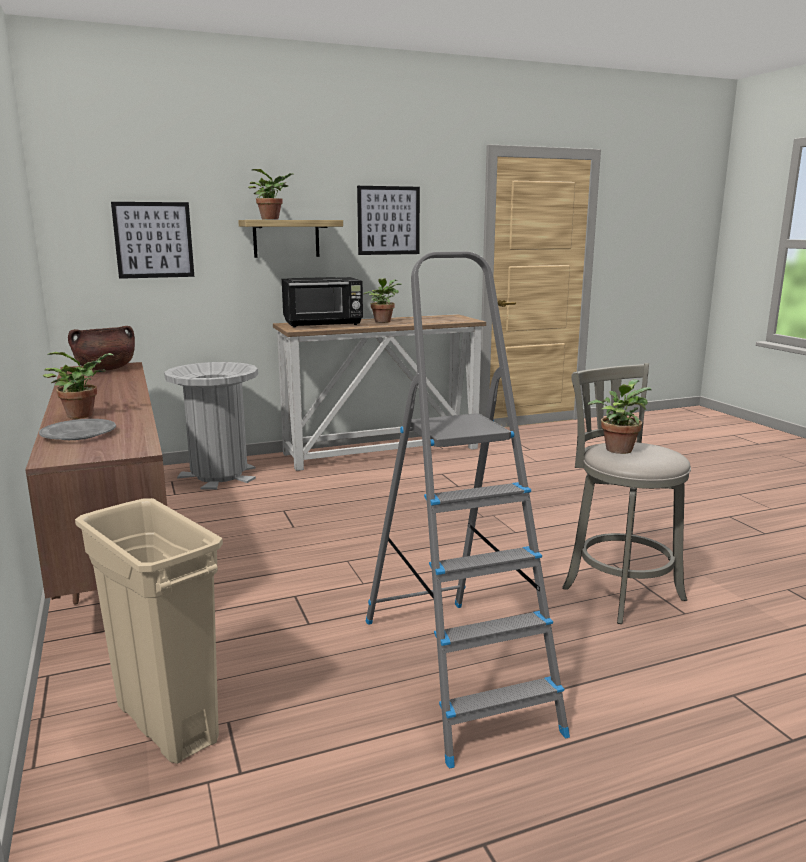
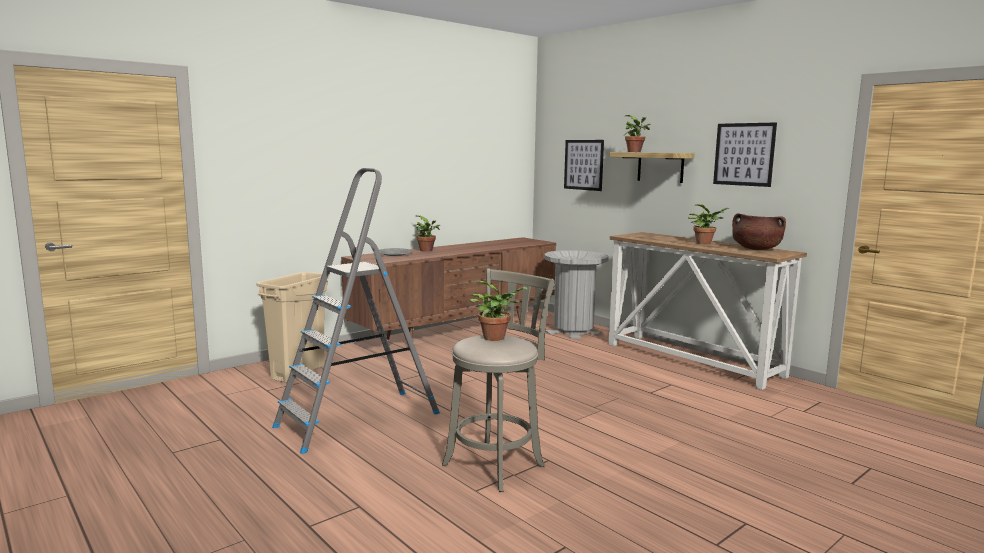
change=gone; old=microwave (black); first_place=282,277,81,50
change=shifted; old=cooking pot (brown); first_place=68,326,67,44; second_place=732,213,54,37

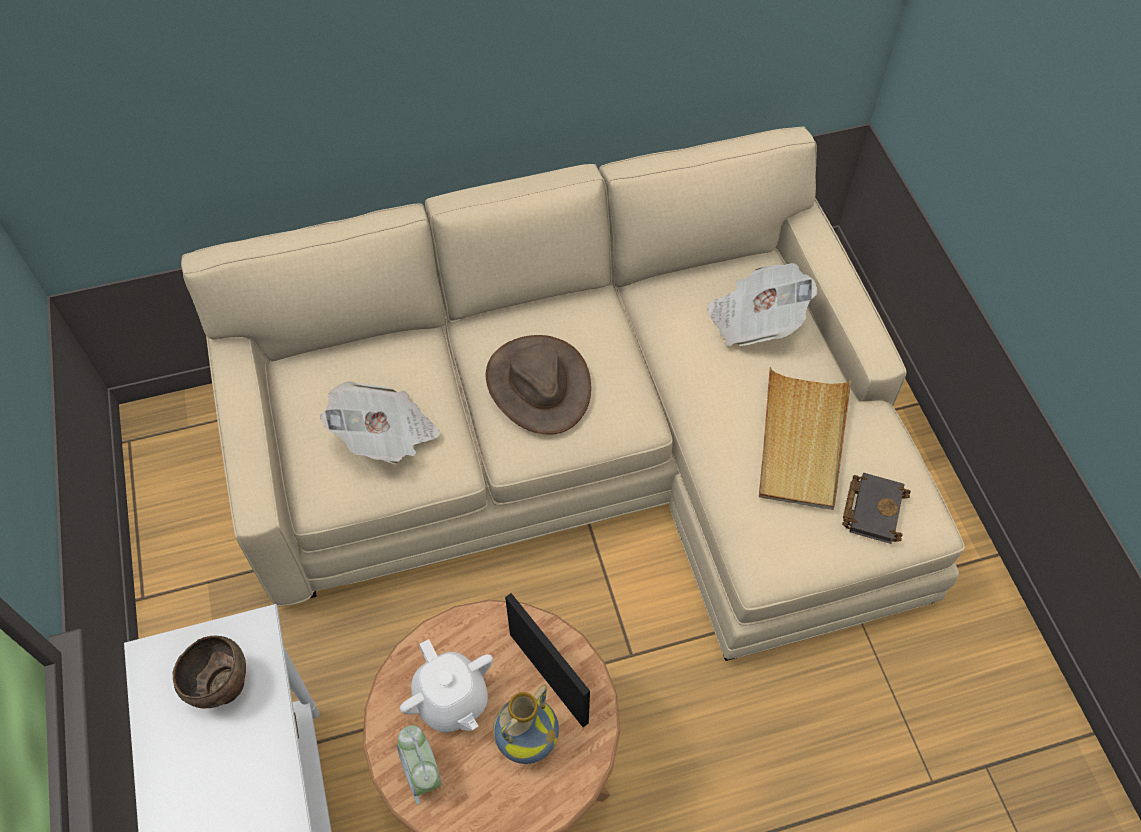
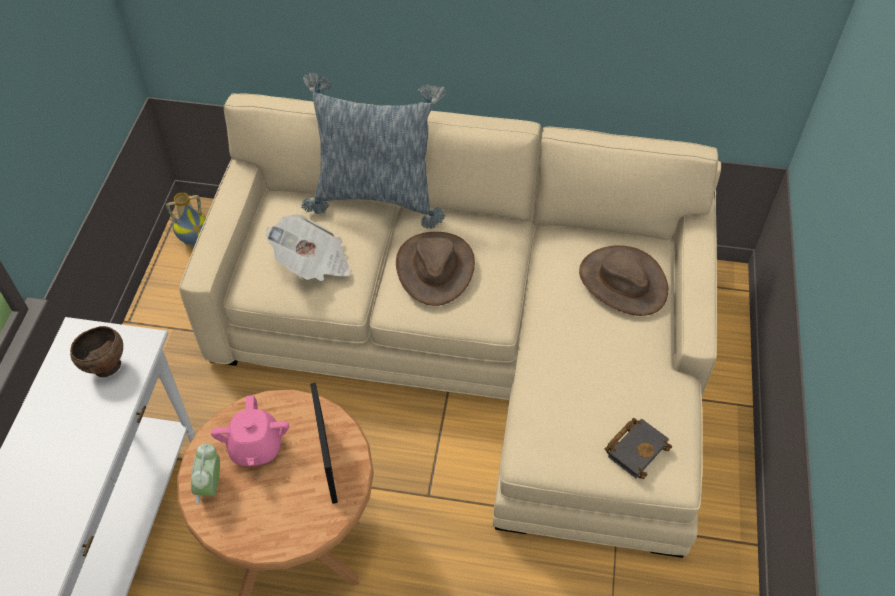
change=swapped; old=newspaper; new=hat (brown); first_place=707,263,110,84; second_place=579,246,89,70
change=gone; old=tray (beige); first_place=759,367,92,143
change=repainted; old=teapot (white); new=teapot (pink); first_place=400,639,93,93; second_place=211,395,78,72
change=shifted; old=vase; first_place=493,684,66,80; second_place=166,193,41,54
change=new; new=pillow; second_place=300,72,146,157

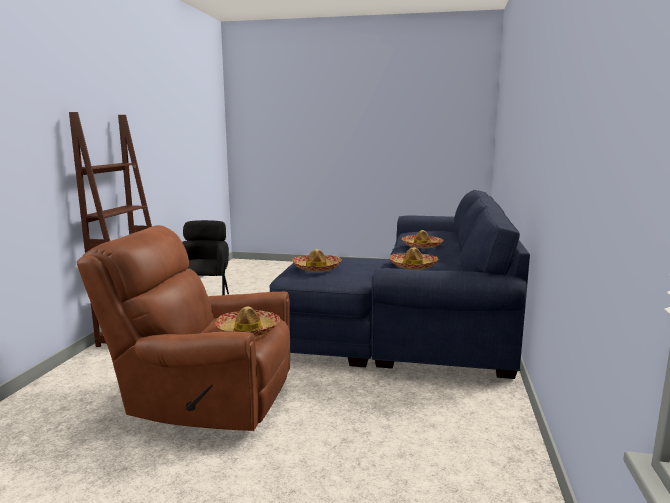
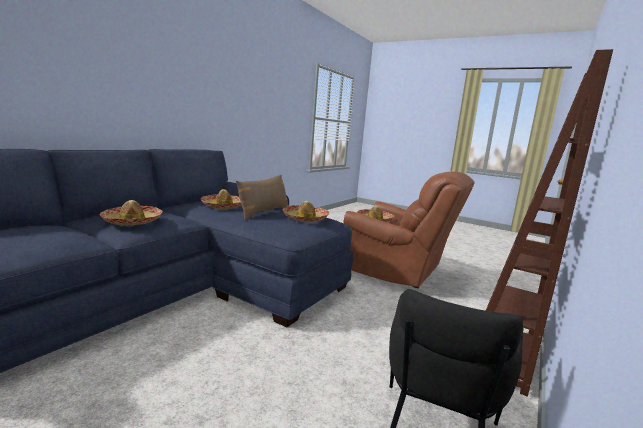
change=new; new=pillow (brown); second_place=236,175,53,45

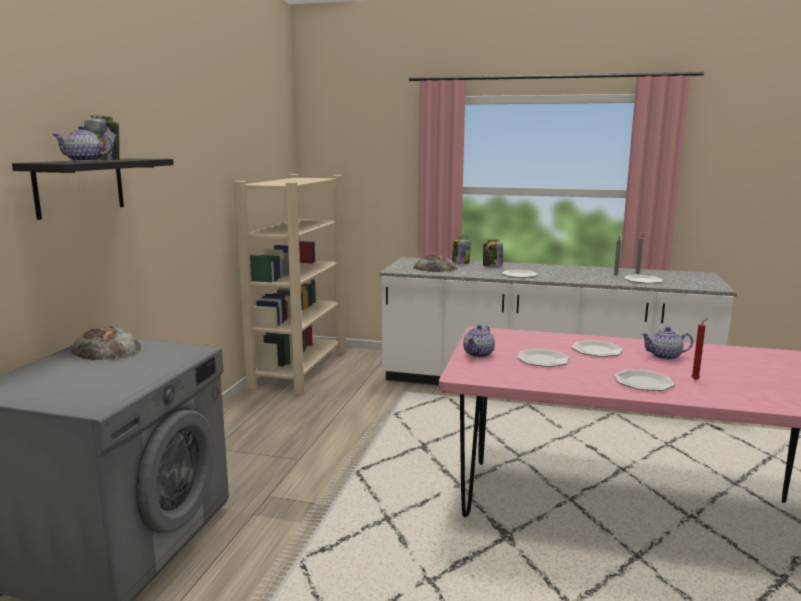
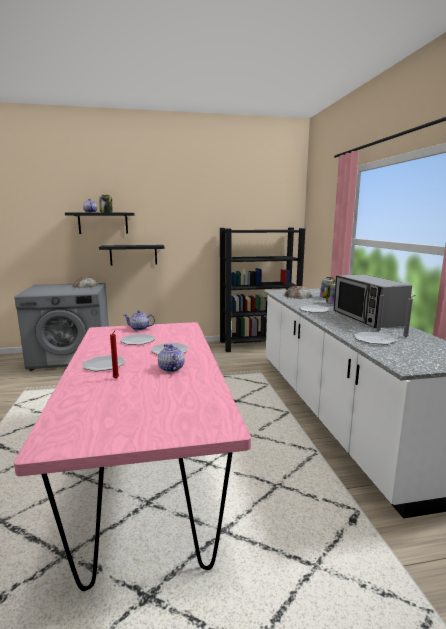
change=repainted; old=bookcase (beige); new=bookcase (black); first_place=234,174,111,221; second_place=220,228,85,124
change=new; new=shelf (black); second_place=99,245,66,20
change=new; new=microwave; second_place=334,274,78,54

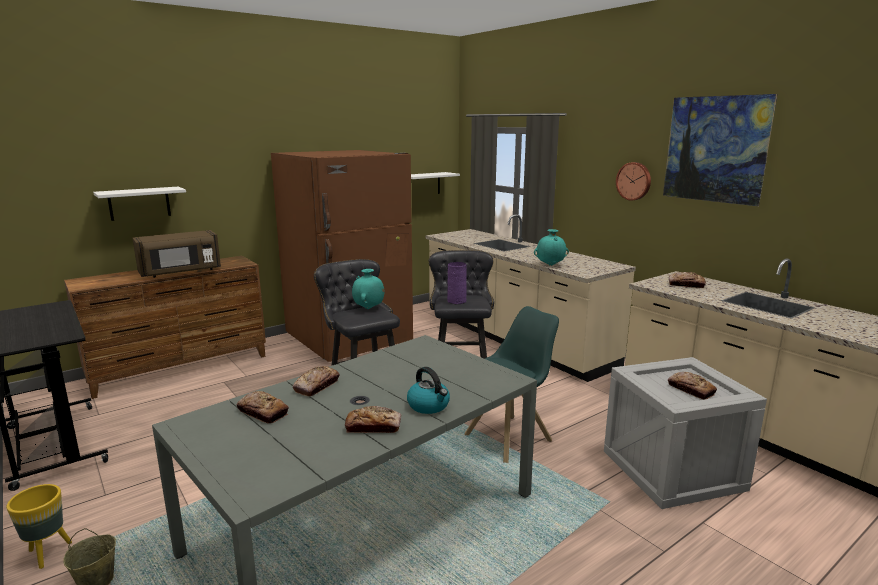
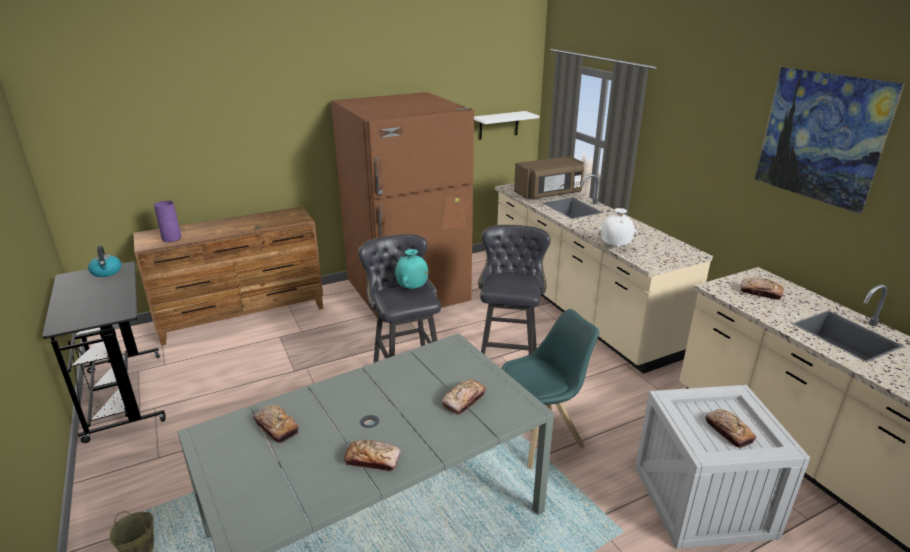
change=gone; old=wall clock; first_place=616,162,35,39
change=gone; old=shelf (white); first_place=93,187,93,34
change=repainted; old=vase (turquoise); new=vase (white); first_place=534,229,35,37; second_place=598,208,39,39
change=shifted; old=microwave (brown); first_place=132,230,89,48; second_place=514,156,70,43
change=shifted; old=vase (purple); first_place=447,262,20,42; second_place=154,201,28,41
change=shifted; old=bread; first_place=293,366,47,30; second_place=442,379,44,35
change=shifted; old=kettle; first_place=407,367,43,47; second_place=88,246,33,31
change=gone; old=planter (yellow); first_place=6,484,66,85

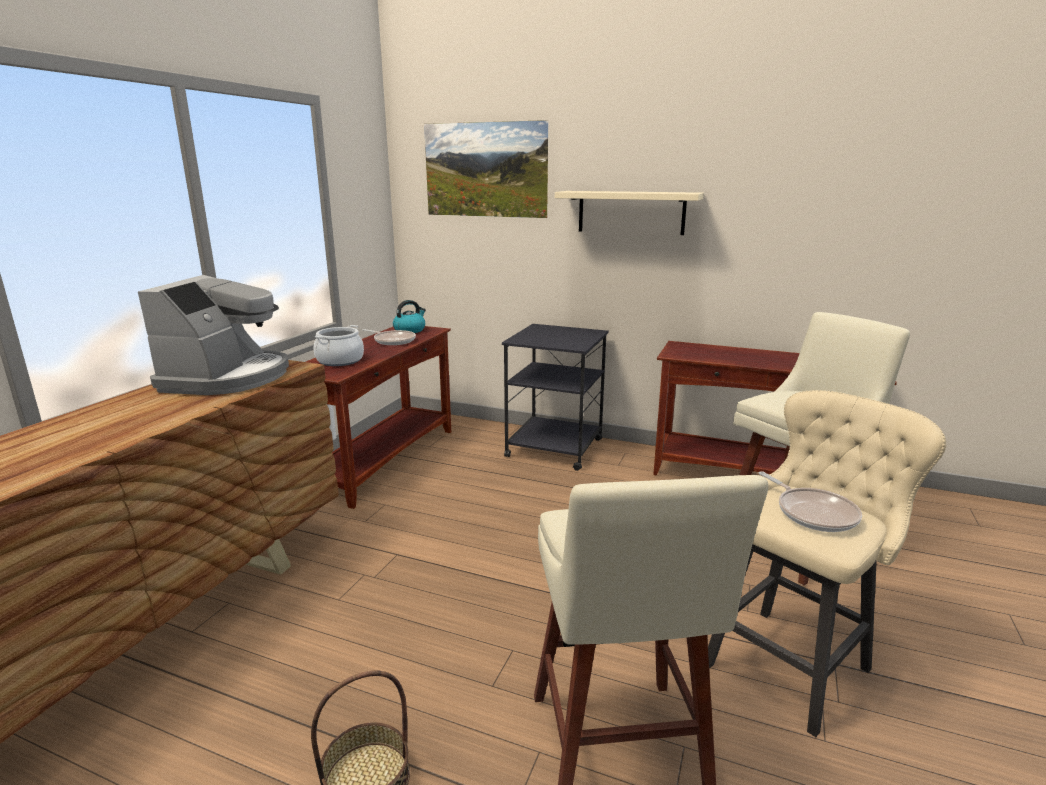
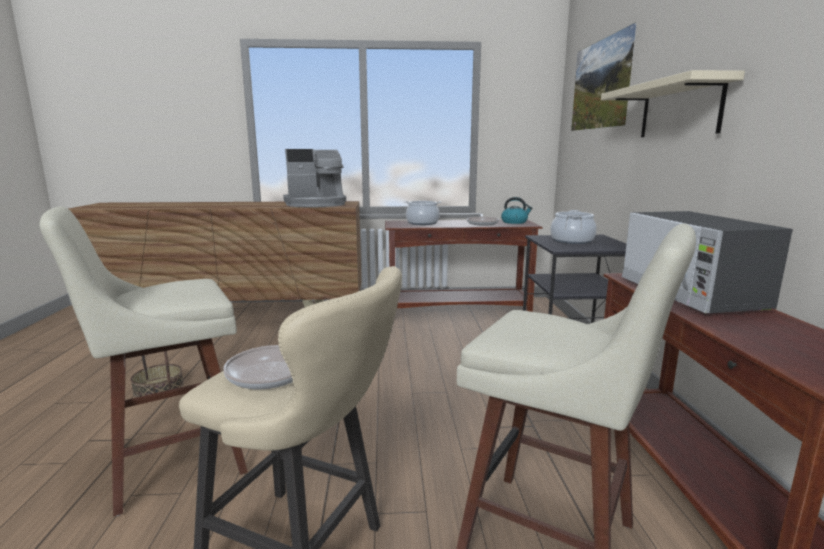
change=new; new=cooking pot; second_place=550,210,47,34
change=new; new=microwave; second_place=622,211,171,102

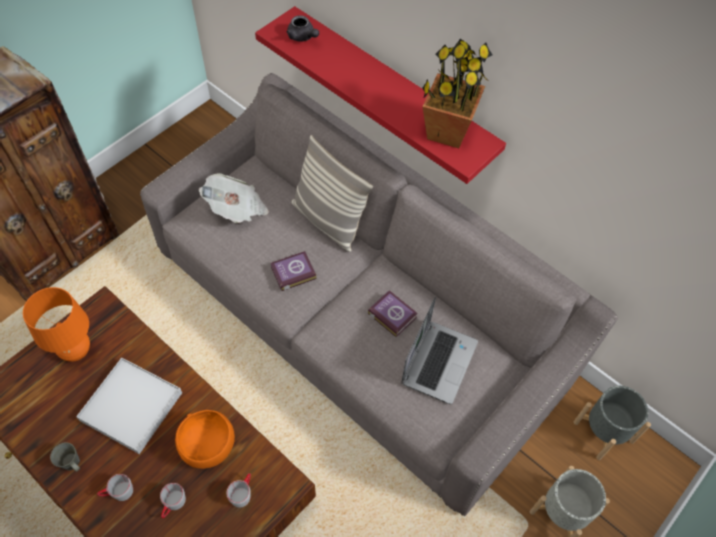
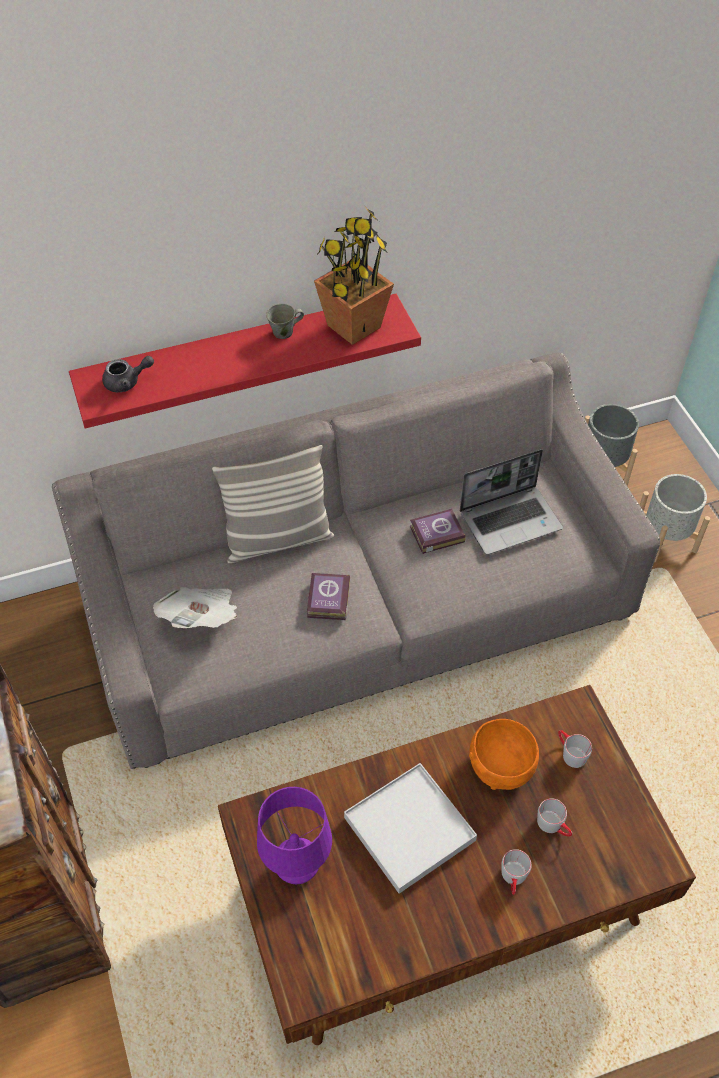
change=repainted; old=table lamp (orange); new=table lamp (purple); first_place=23,287,67,75; second_place=257,787,75,97
change=rotated; old=laptop; first_place=401,297,77,107; second_place=460,449,103,106; degrees=105
change=shifted; old=mug (grey); first_place=50,442,30,30; second_place=266,304,38,35

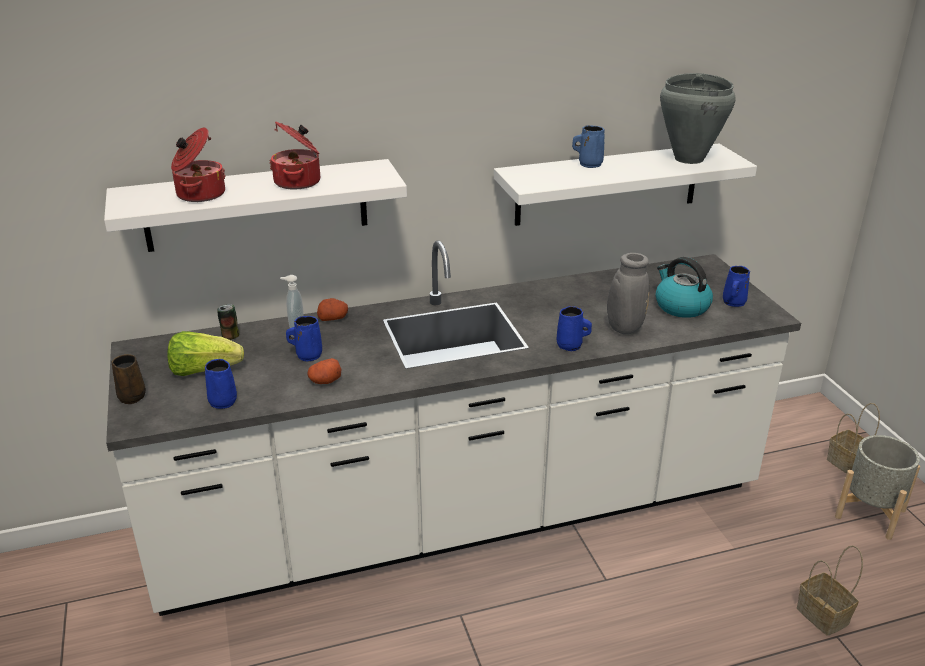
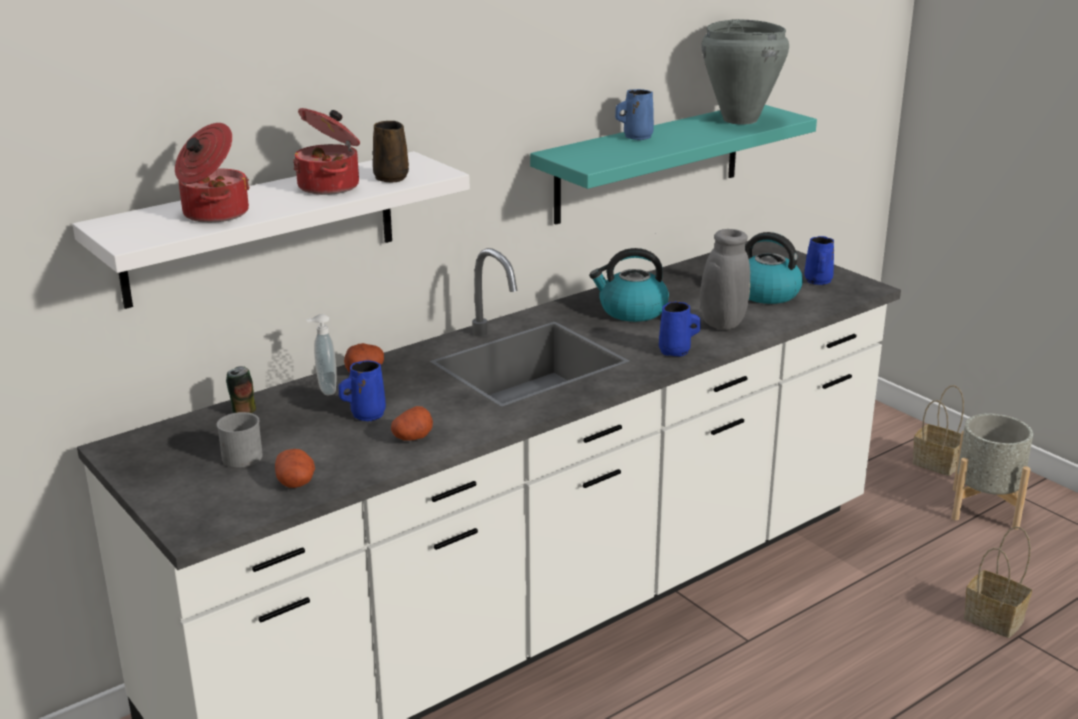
change=repainted; old=shelf (white); new=shelf (turquoise); first_place=494,143,263,83; second_place=530,105,287,120
change=swapped; old=lettuce; new=mug (grey); first_place=167,331,77,45; second_place=217,412,46,56
change=shifted; old=mug (brown); first_place=111,354,35,50; second_place=373,121,36,61
change=swapped; old=mug (blue); new=potato; first_place=205,359,32,50; second_place=275,449,40,39
change=new; new=kettle; second_place=589,248,80,74

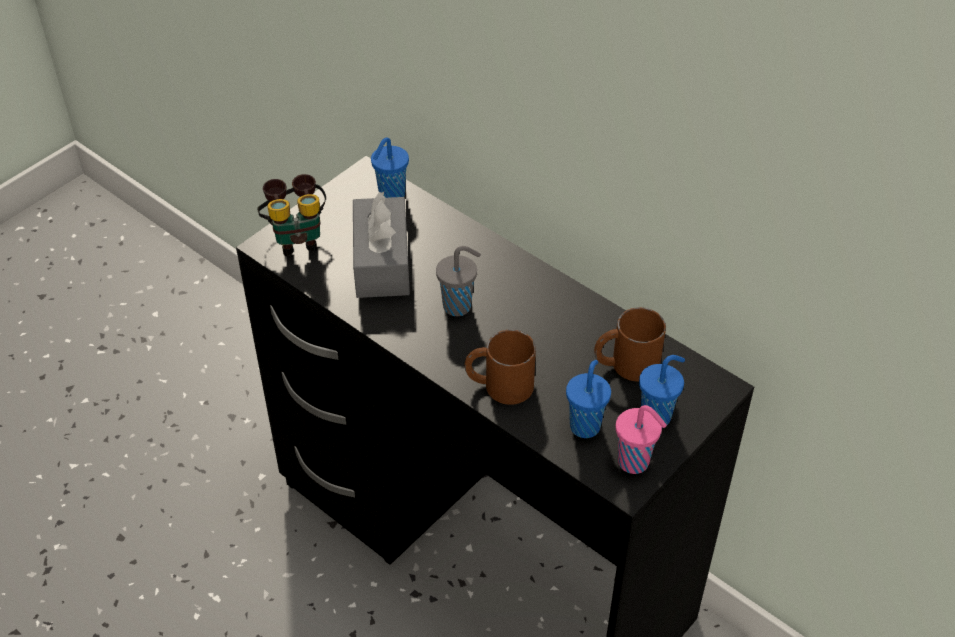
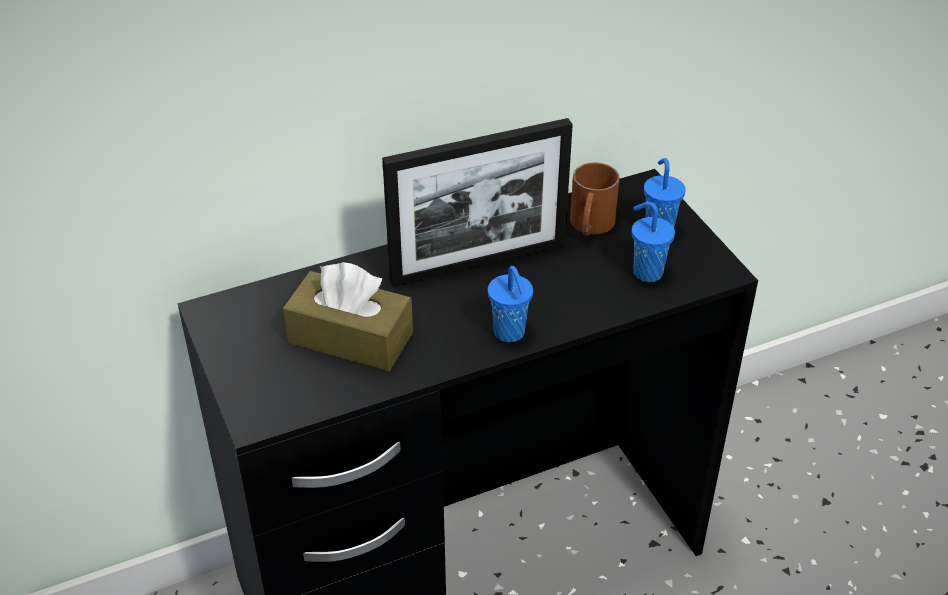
change=shifted; old=cup (blue); first_place=371,137,38,61; second_place=488,266,45,77
change=gone; old=binoculars; first_place=257,174,69,82
change=repainted; old=tissue box (grey); new=tissue box (brown); first_place=353,192,57,106; second_place=283,262,130,109
change=gone; old=cup (grey); first_place=436,246,45,70
change=gone; old=mug (brown); first_place=465,330,71,75
change=gone; old=cup (pink); first_place=616,405,51,69
change=new; new=picture frame; second_place=382,118,191,169

